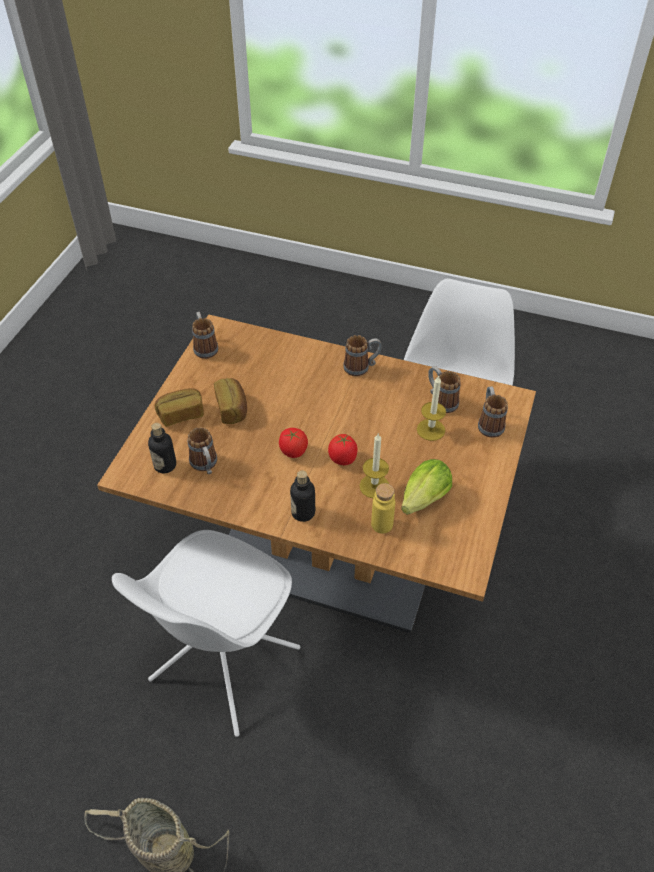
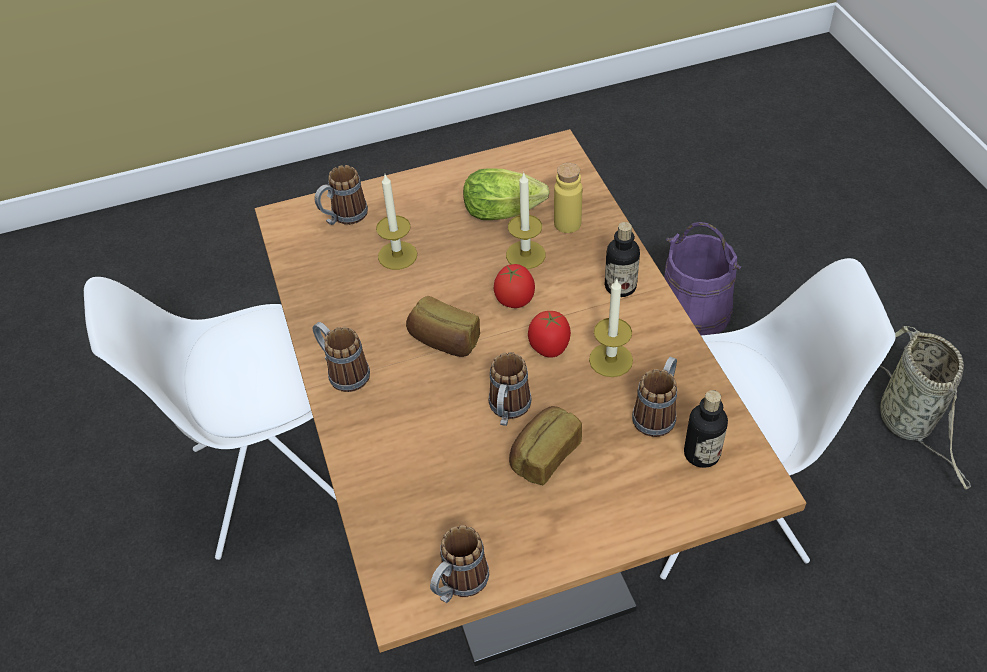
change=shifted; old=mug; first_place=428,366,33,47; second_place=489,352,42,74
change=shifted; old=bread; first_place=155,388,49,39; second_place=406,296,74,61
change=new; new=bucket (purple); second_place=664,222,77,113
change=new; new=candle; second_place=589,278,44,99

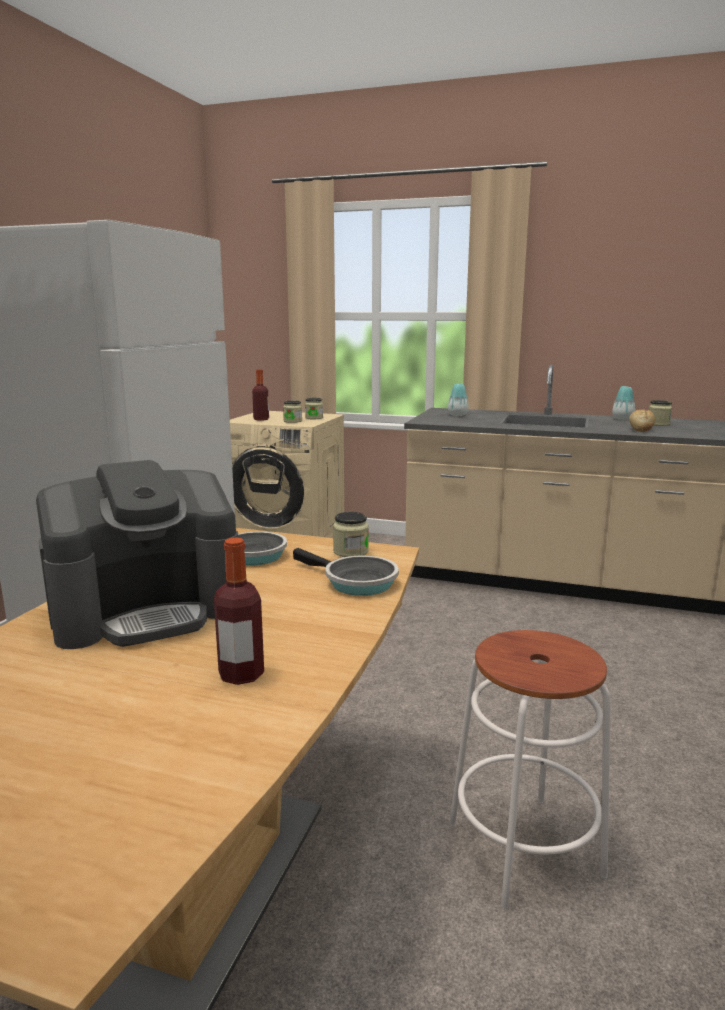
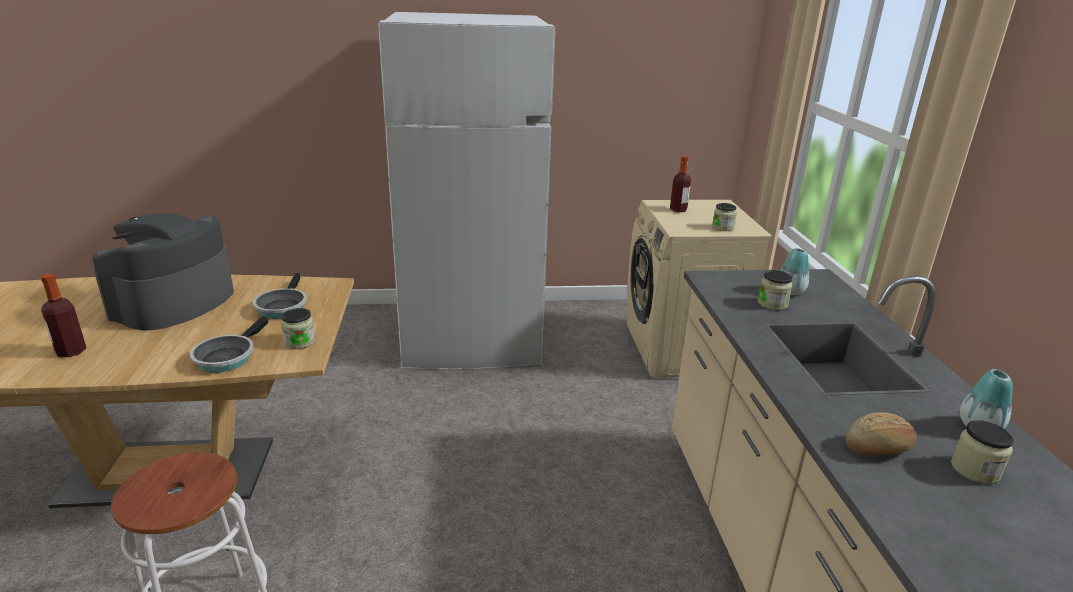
change=shifted; old=jar; first_place=283,400,19,23; second_place=758,270,35,40
change=rotated; old=coffee machine; first_place=36,460,202,189; second_place=92,213,142,117; degrees=75

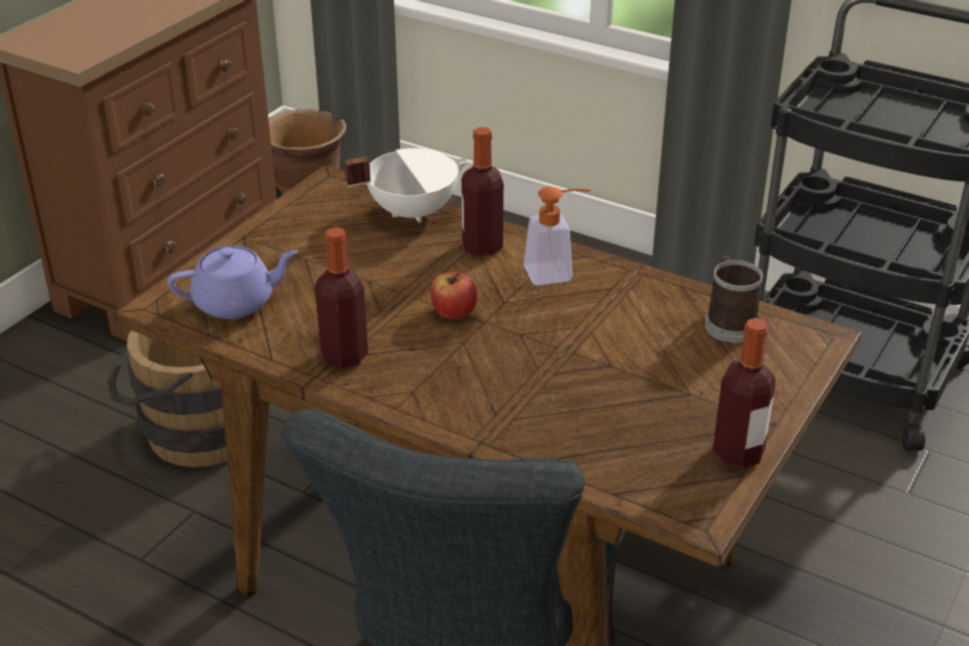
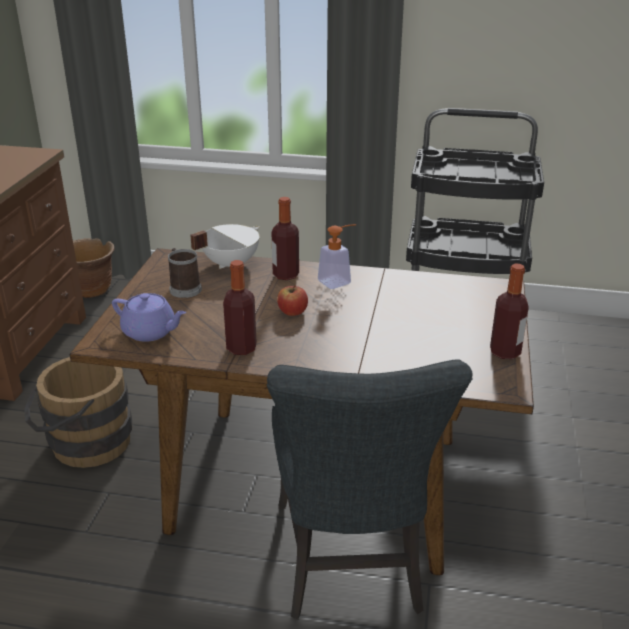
change=rotated; old=teapot (purple); first_place=167,246,131,73; second_place=112,293,74,49; degrees=60
change=shifted; old=mug; first_place=705,255,58,88; second_place=168,248,34,50

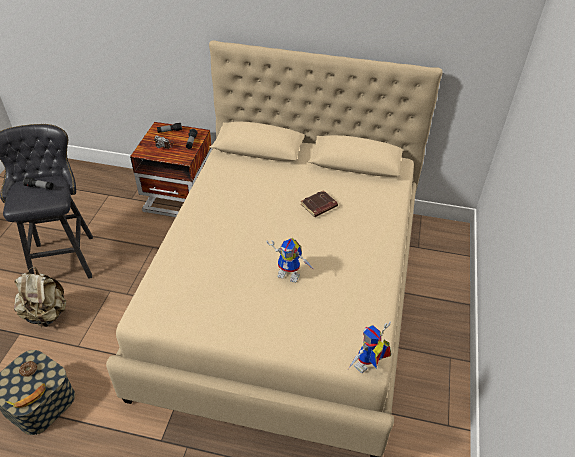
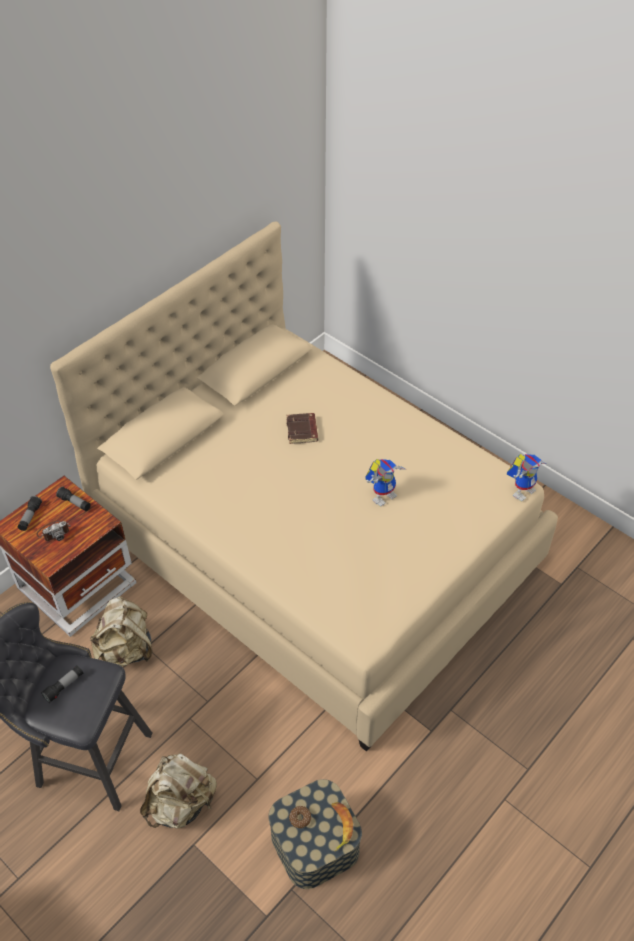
change=rotated; old=toy robot; first_place=348,321,43,52; second_place=507,454,39,48; degrees=-120
change=new; new=backpack (beige); second_place=90,596,62,70

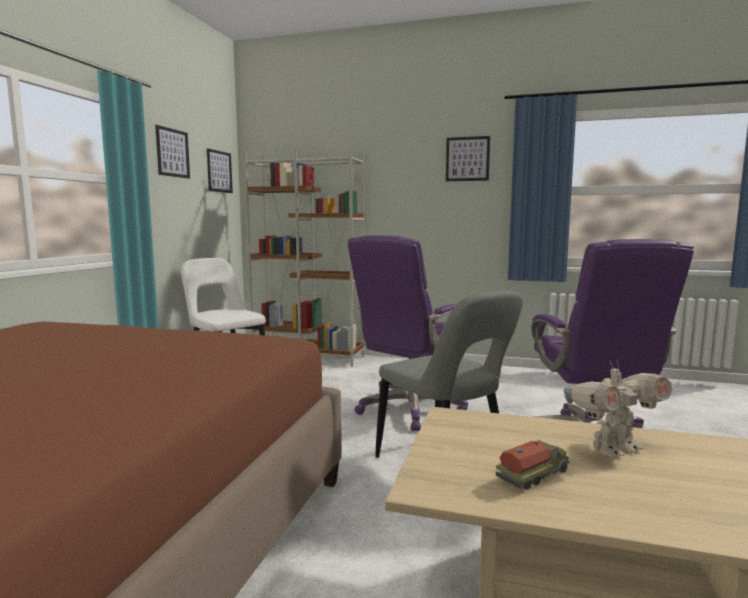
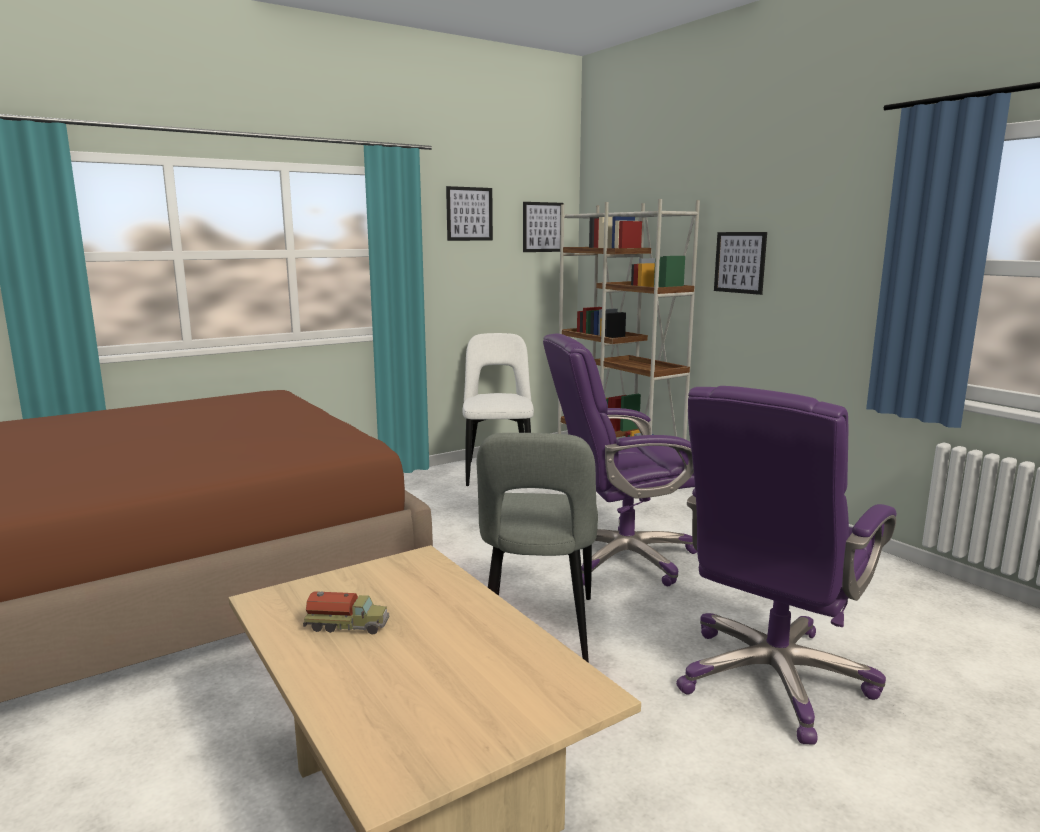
change=shifted; old=picture; first_place=446,136,44,45; second_place=714,232,53,63
change=gone; old=toy robot; first_place=564,359,108,98

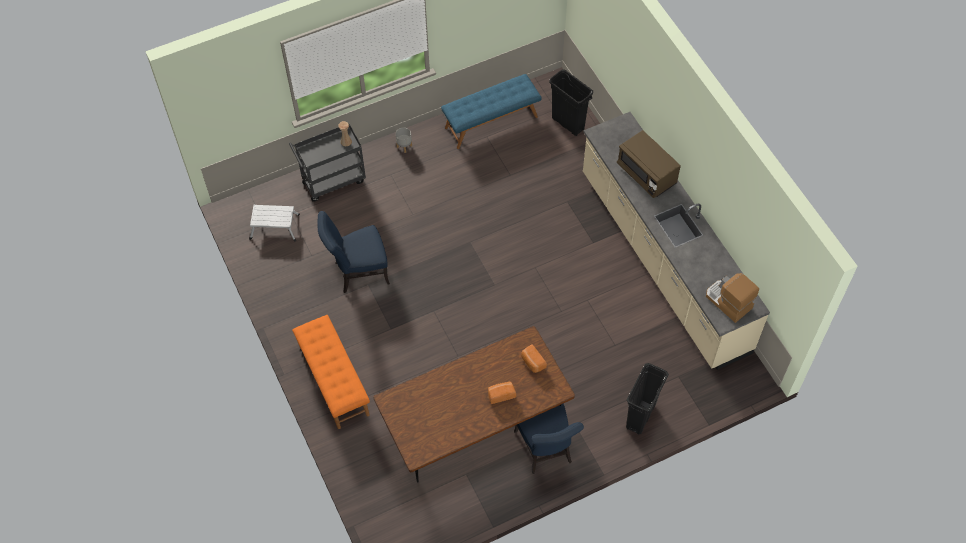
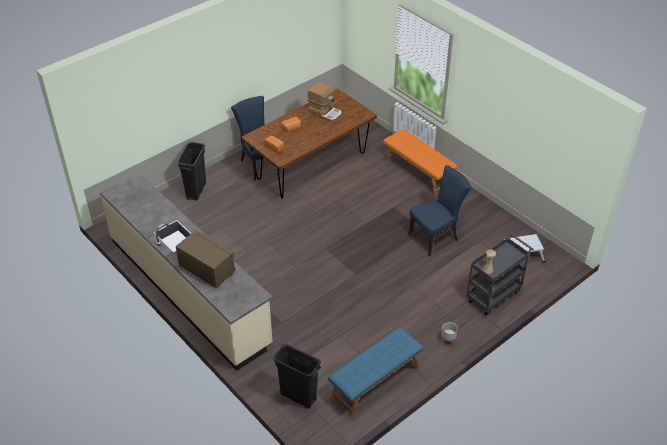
change=shifted; old=coffee machine; first_place=706,273,53,50; second_place=308,82,34,40

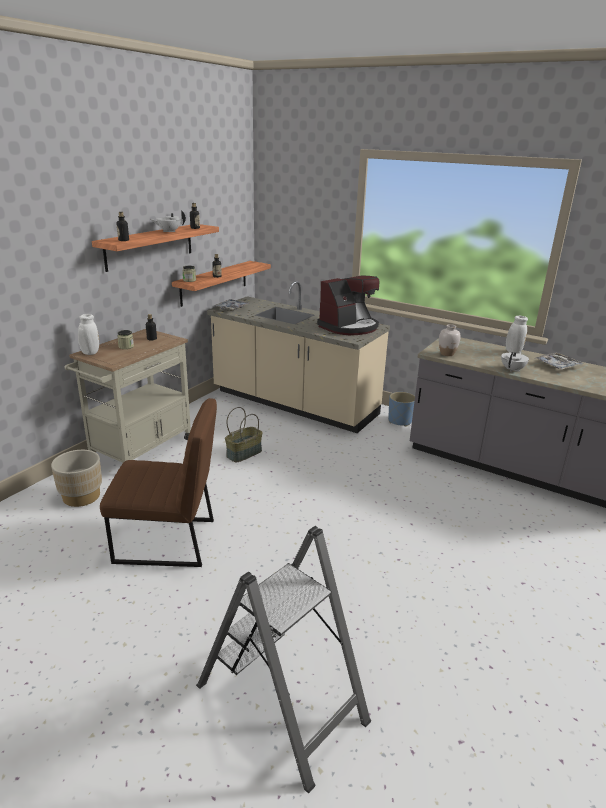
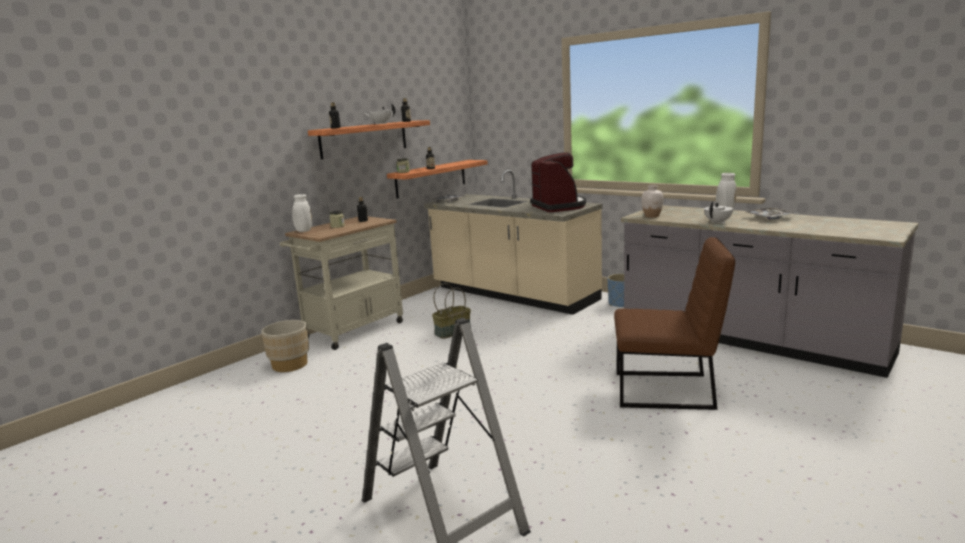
change=rotated; old=coffee machine; first_place=317,275,63,60; second_place=530,152,56,60; degrees=-75
change=shifted; old=chair (brown); first_place=100,398,117,169; second_place=614,237,121,173

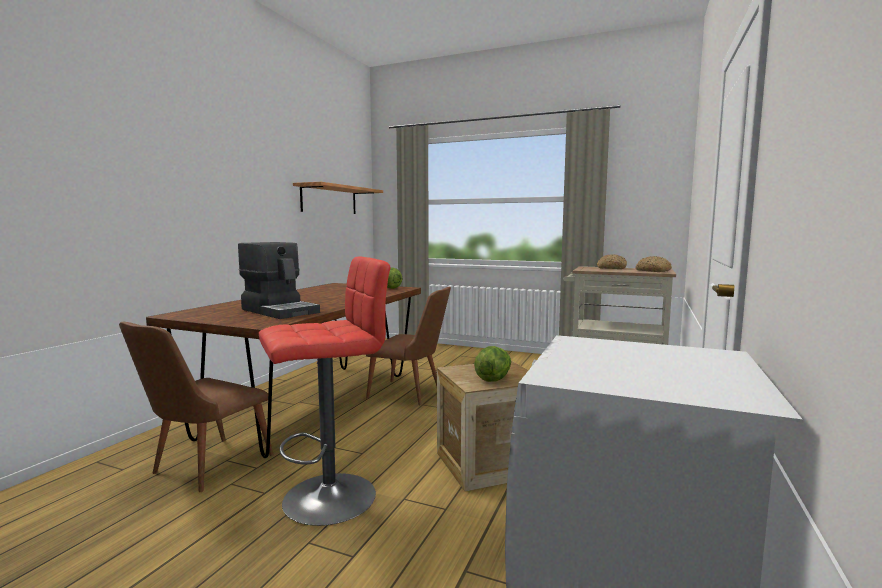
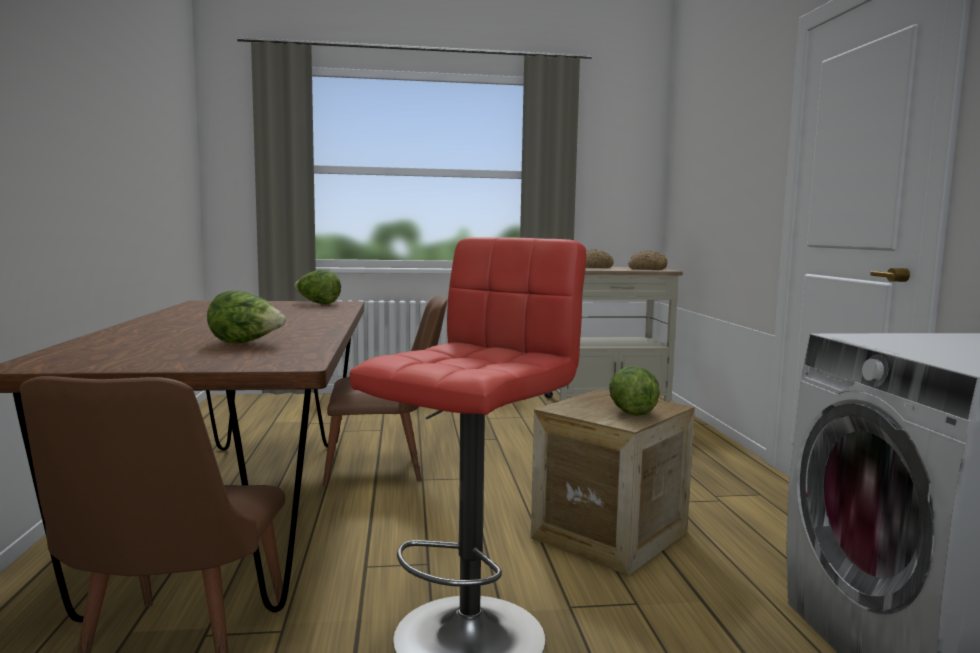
change=gone; old=shelf; first_place=293,182,90,32
change=swapped; old=coffee machine; new=lettuce; first_place=238,242,82,77; second_place=207,291,79,52

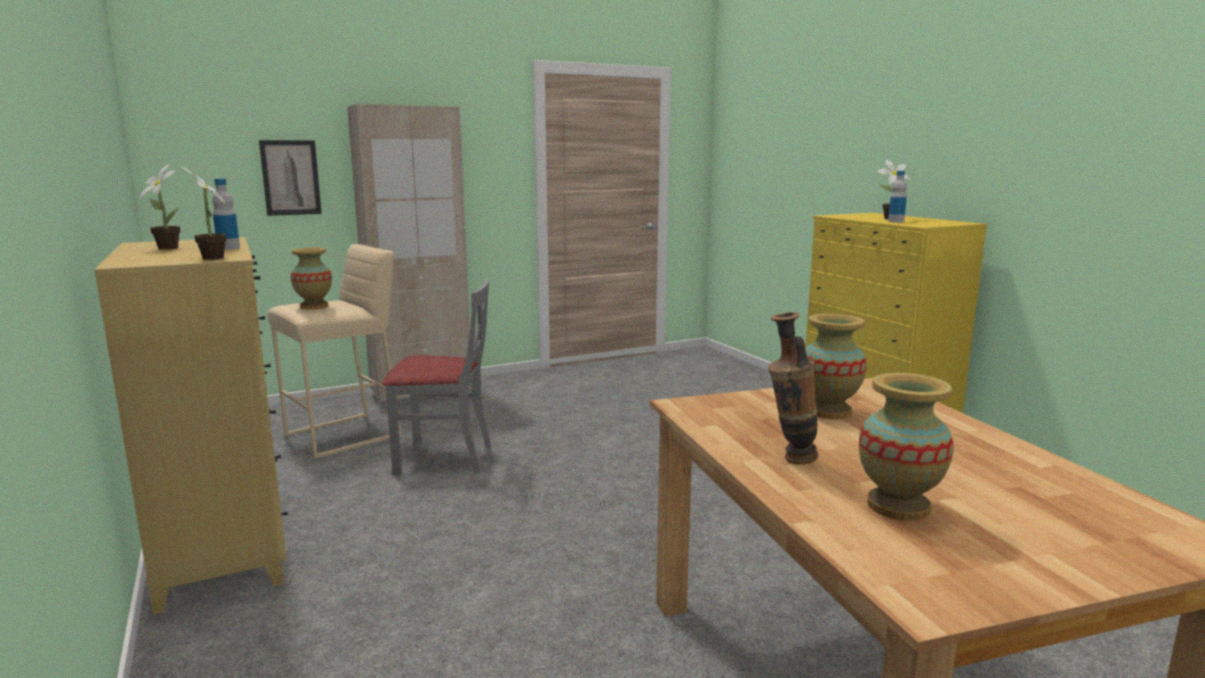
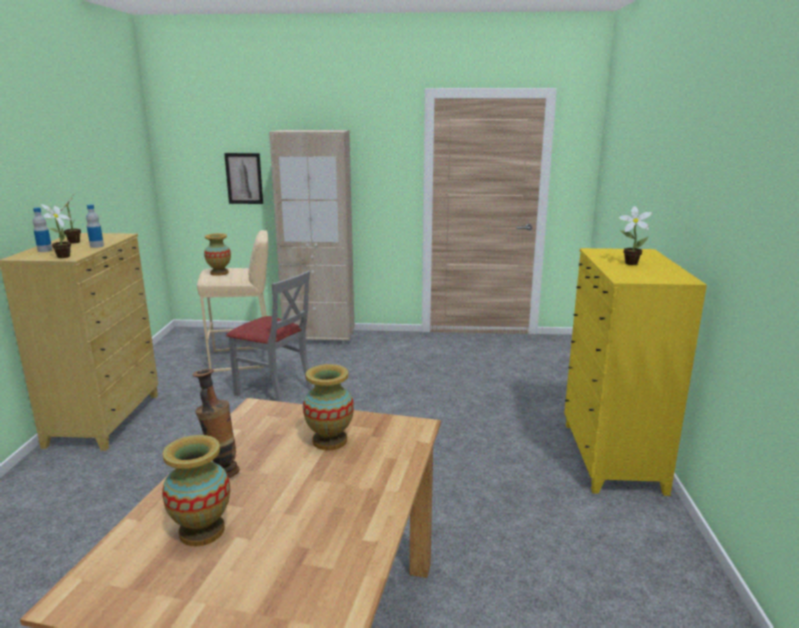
change=shifted; old=bottle; first_place=888,171,19,52; second_place=33,208,19,44

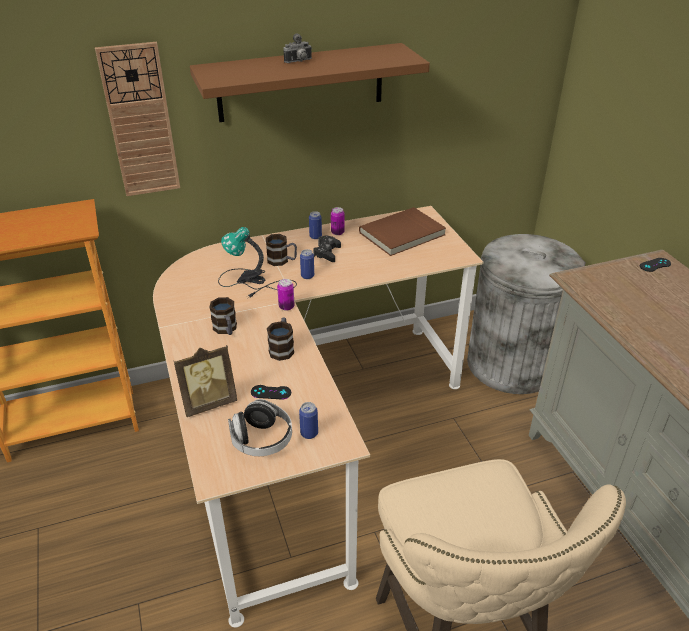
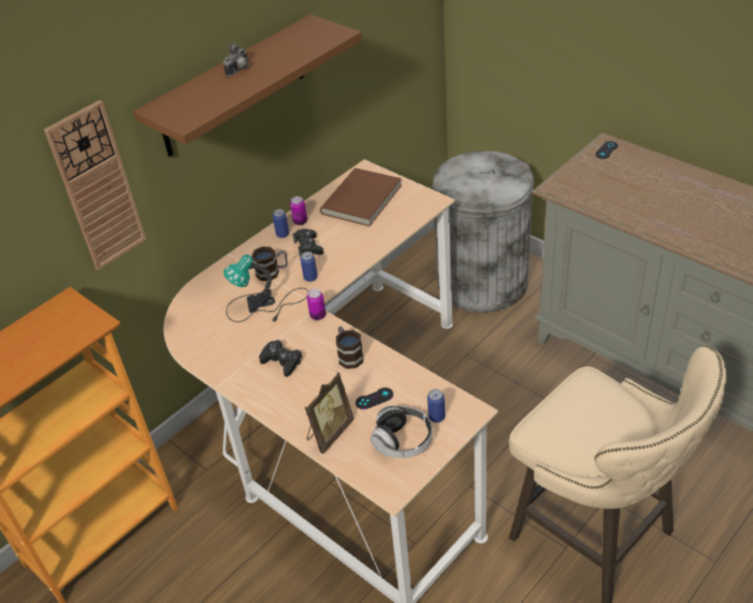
change=swapped; old=mug; new=game controller (black); first_place=209,297,28,38; second_place=259,340,44,37

